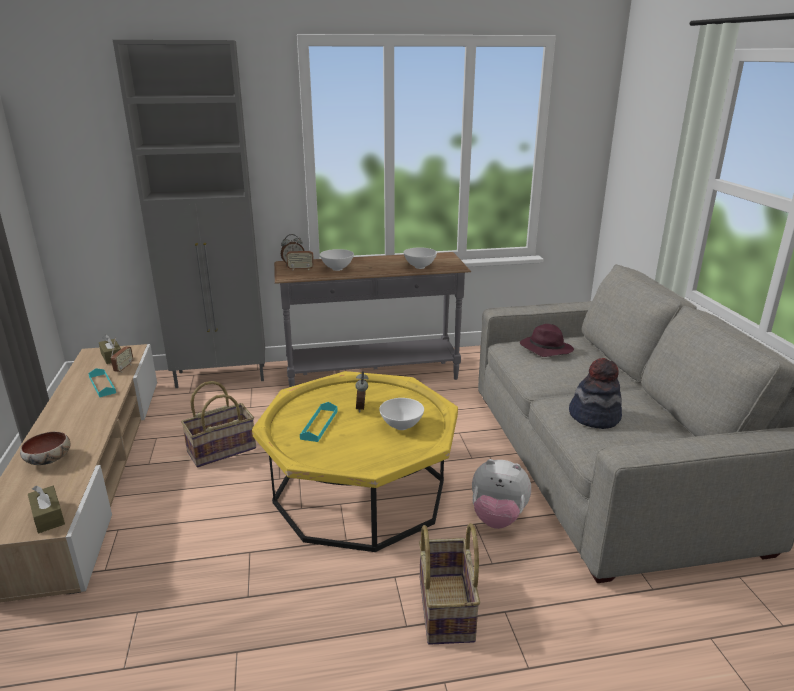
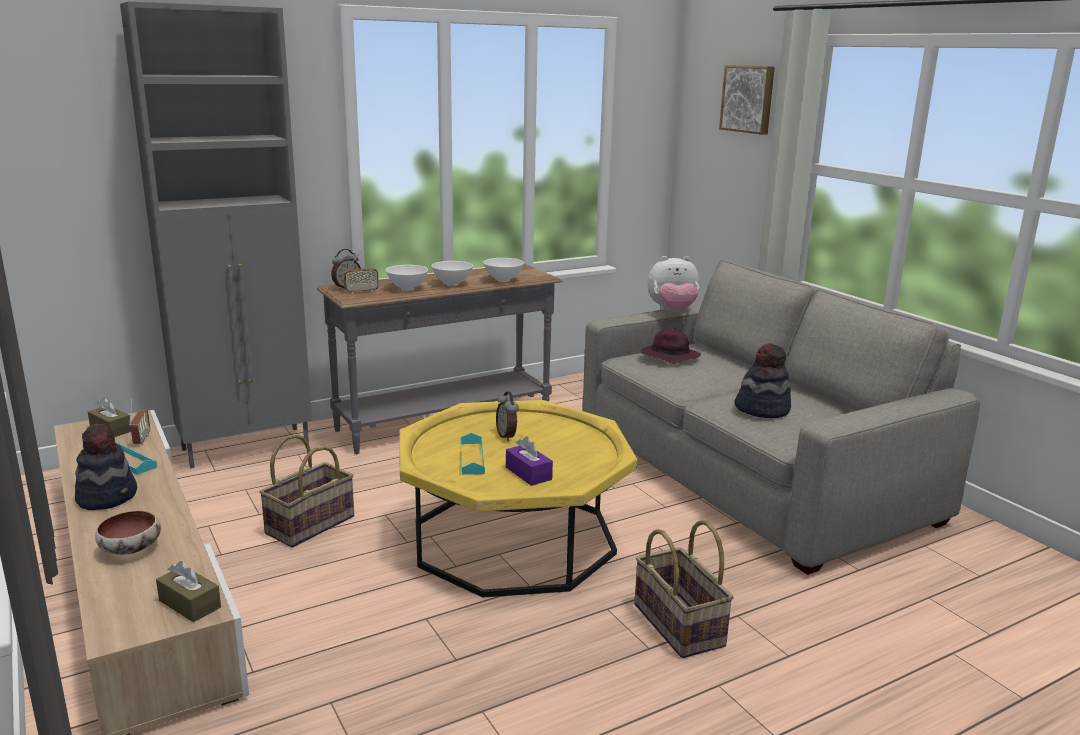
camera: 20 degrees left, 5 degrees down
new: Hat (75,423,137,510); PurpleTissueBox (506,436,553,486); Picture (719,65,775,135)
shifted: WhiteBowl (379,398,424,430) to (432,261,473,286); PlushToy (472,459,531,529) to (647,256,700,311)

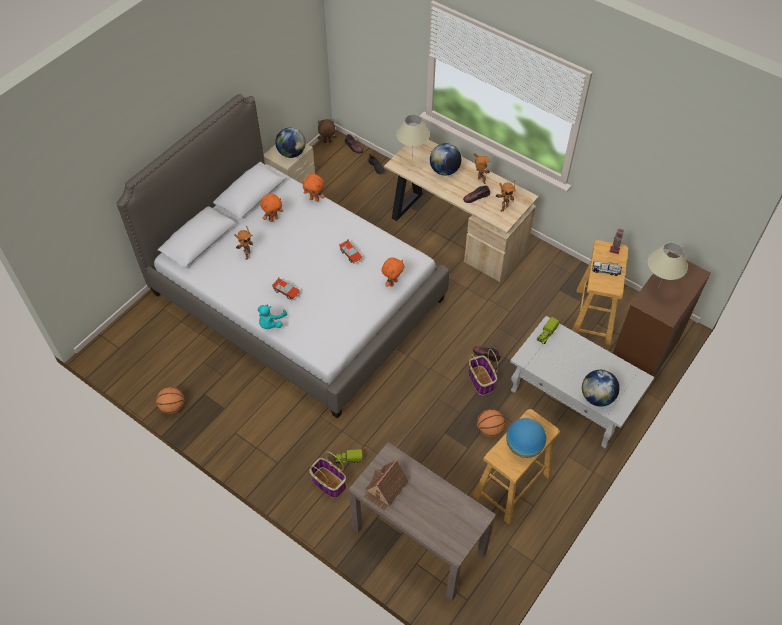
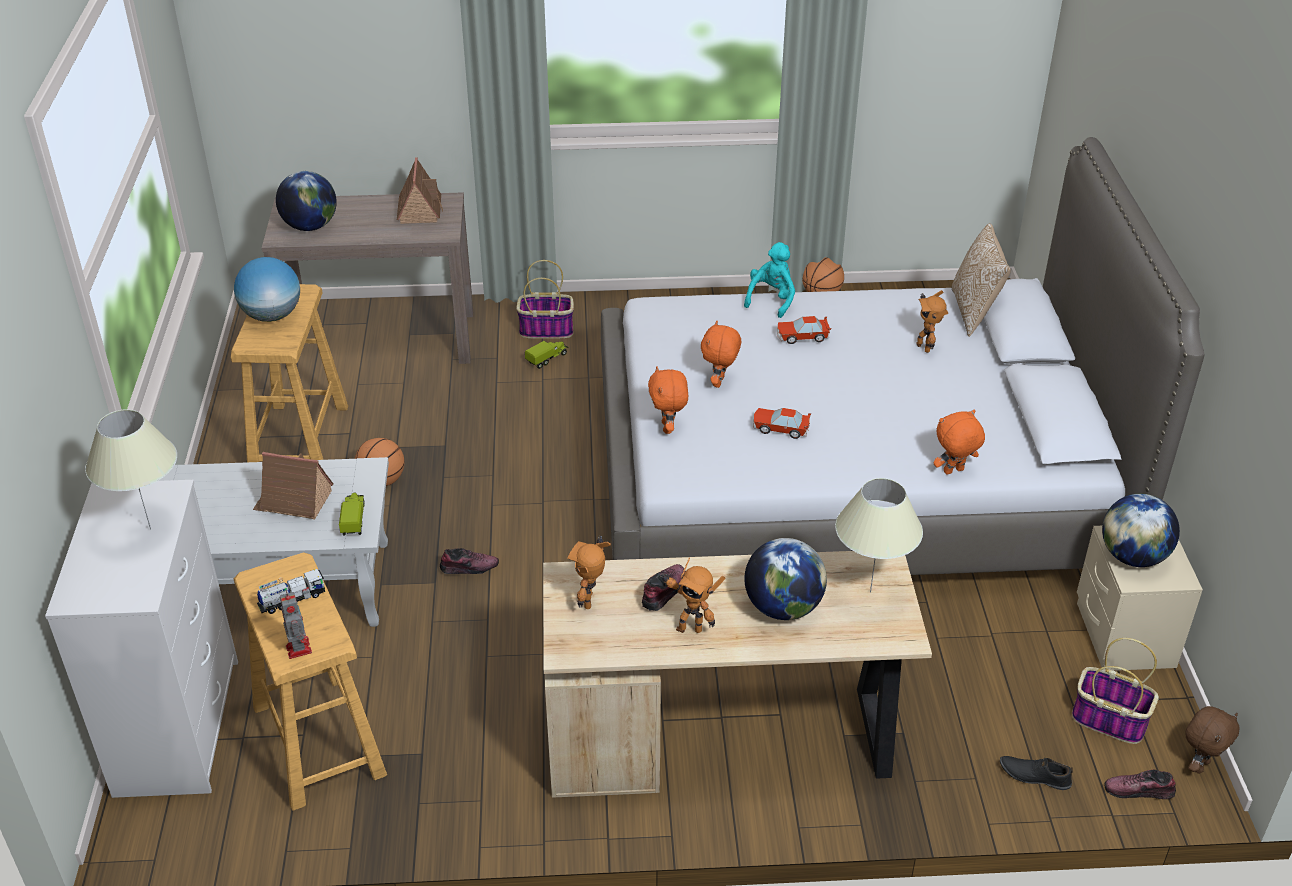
camera: 140 degrees right, 15 degrees down
new: ToyHouse (253,452,334,520); Pillow (952,223,1011,337)
shifted: OrangePlushToy (260,194,283,222) to (701,321,741,388); Basket (468,349,498,396) to (1072,638,1159,744); Globe (582,370,620,406) to (276,171,337,231)
repainted: BrownDresser (613,251,711,377) to WhiteDresser (45,480,238,798)
rotated: TurquoisePlushToy (258,305,287,329) = (744,242,795,318) 45 degrees clockwise

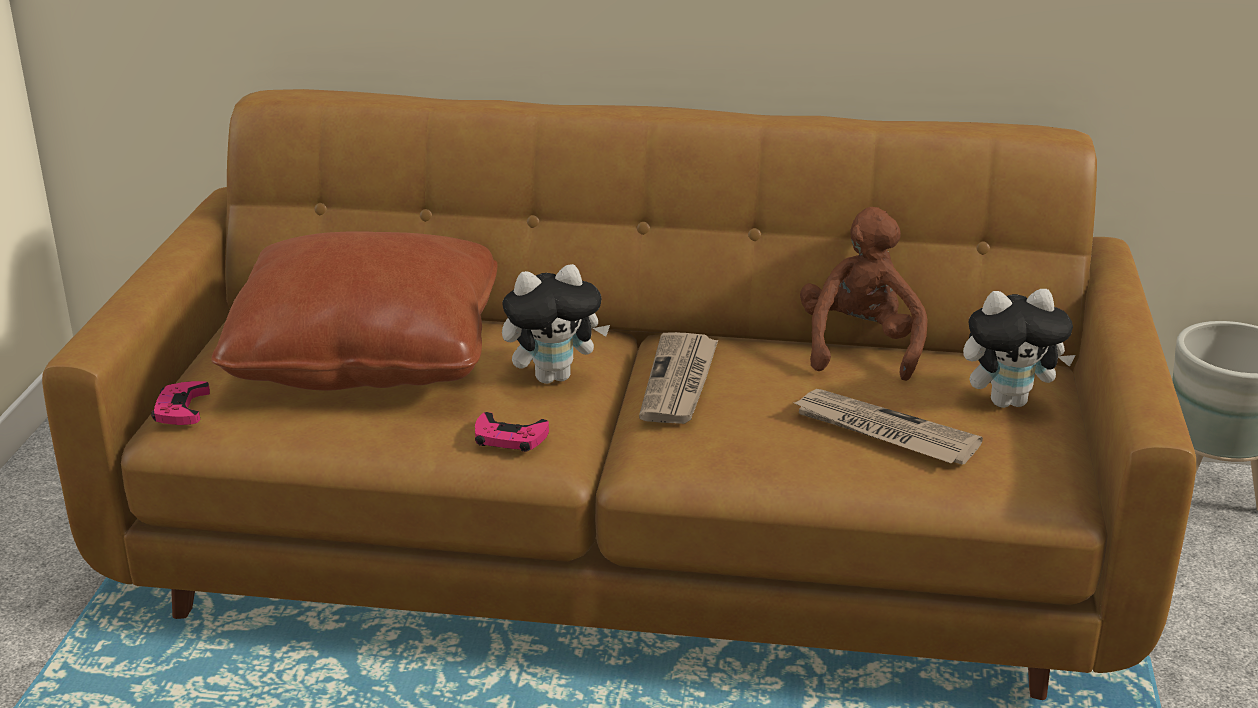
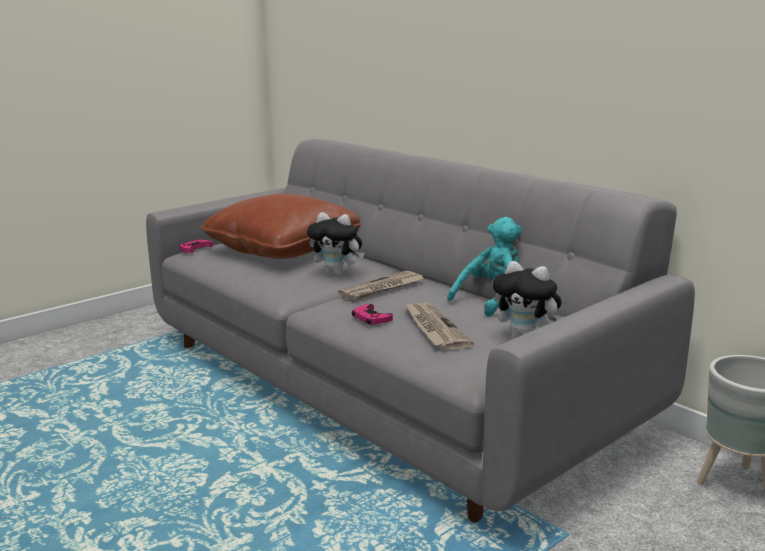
camera: 40 degrees right, 10 degrees down
shifted: PinkGameController (475,412,549,452) to (352,304,393,325)
repainted: BrownSofa (42,89,1196,700) to GreySofa (146,139,695,523); BrownPlushToy (800,207,927,381) to TurquoisePlushToy (447,217,522,317)

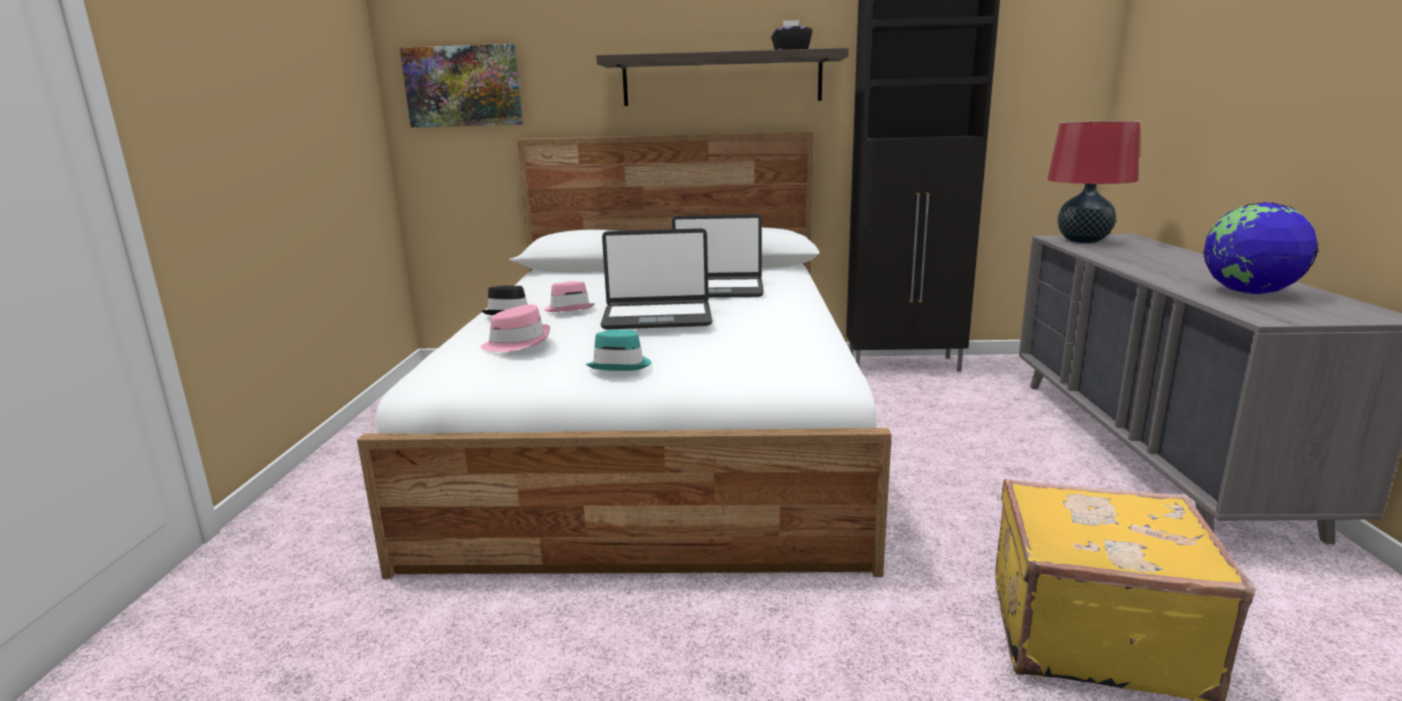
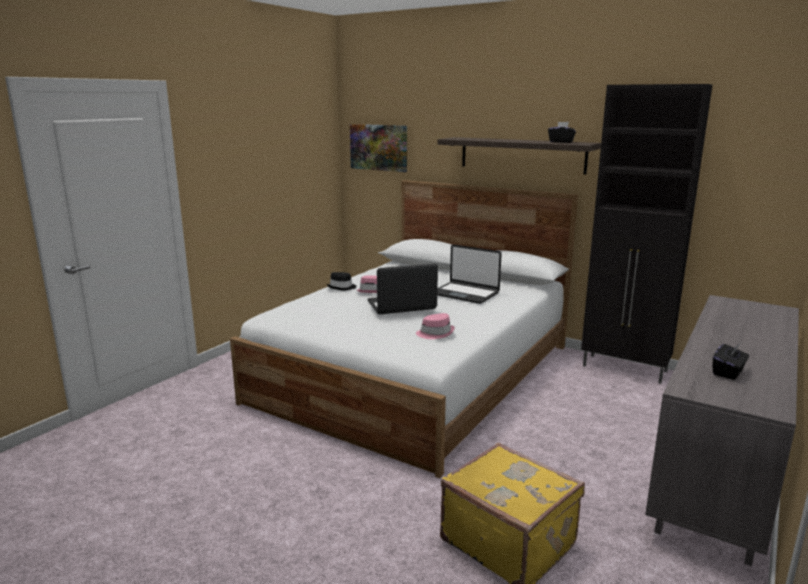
camera: 30 degrees right, 0 degrees up
gone: TurquoiseHat (586,330,652,371); RedTableLamp (1047,121,1140,243)
shifted: PinkHat (481,304,550,352) to (416,313,455,339)
swapped: Globe (1203,202,1318,294) to BlackTissueBox (713,344,749,380)
rotated: Laptop (600,228,712,330) = (367,263,438,314) 135 degrees clockwise

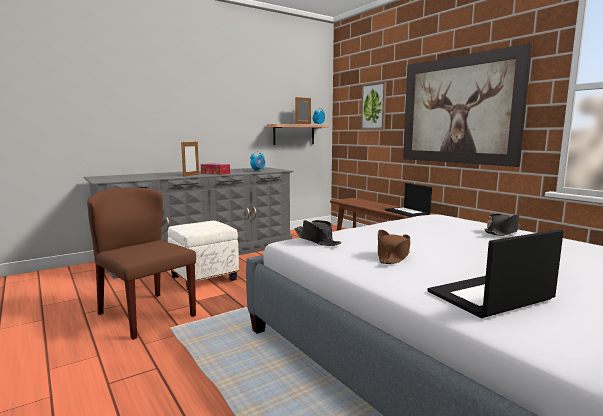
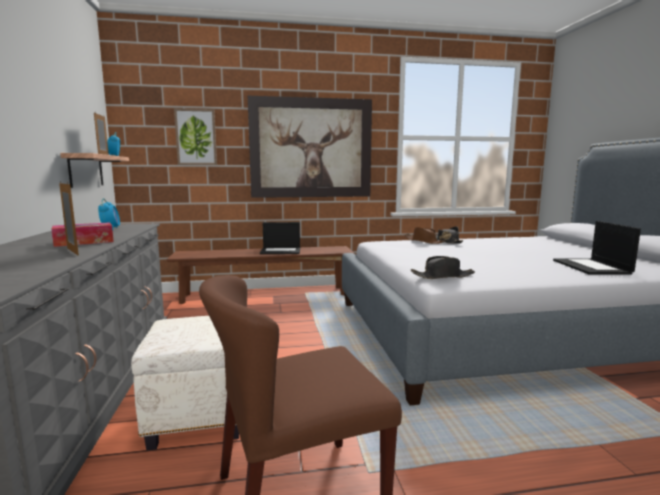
camera: 65 degrees left, 0 degrees up
shifted: BrownHat (378,230,410,264) to (405,227,445,244)

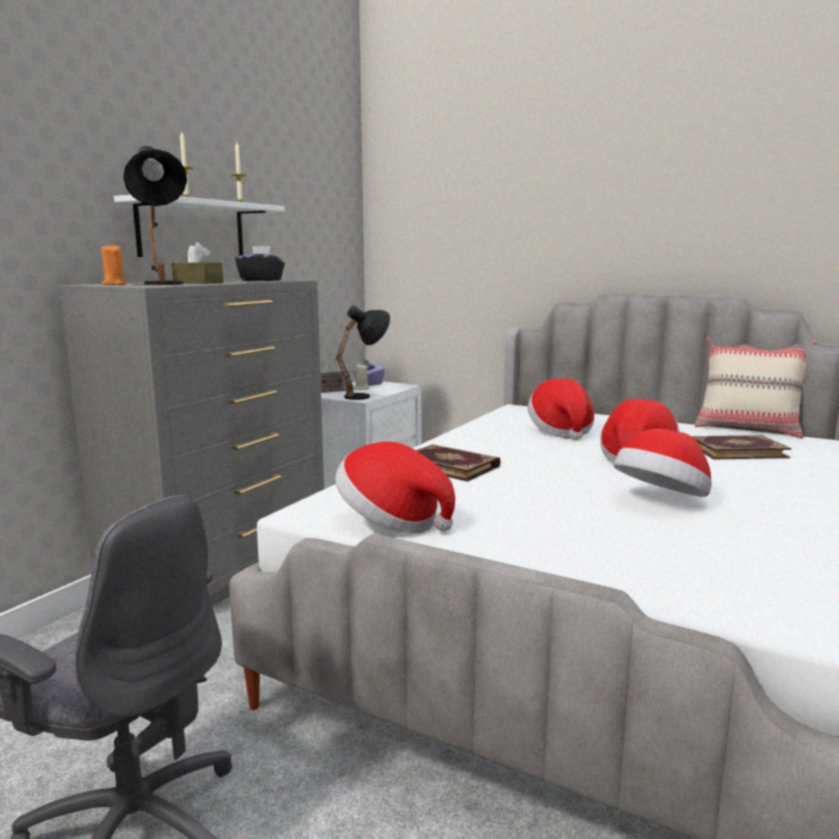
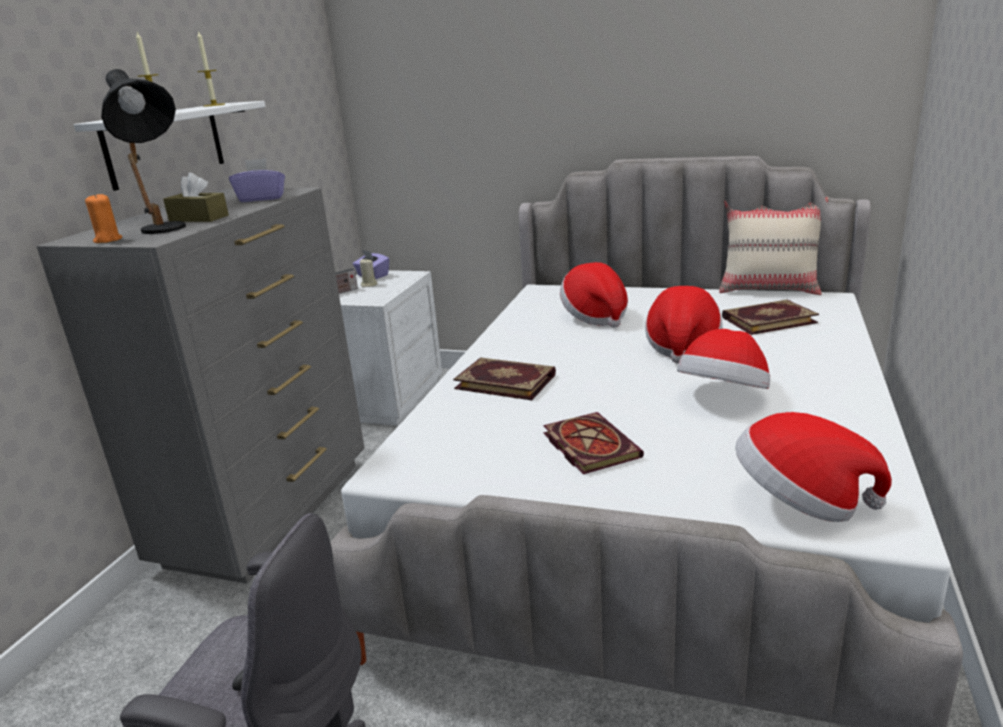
camera: 10 degrees left, 10 degrees up
gone: BlackTableLamp (336,306,390,400)
new: Book (543,412,644,474)
shifted: Hat (335,441,455,534) to (735,412,892,522)
repainted: BlackTissueBox (235,246,285,281) to PurpleTissueBox (229,158,285,202)

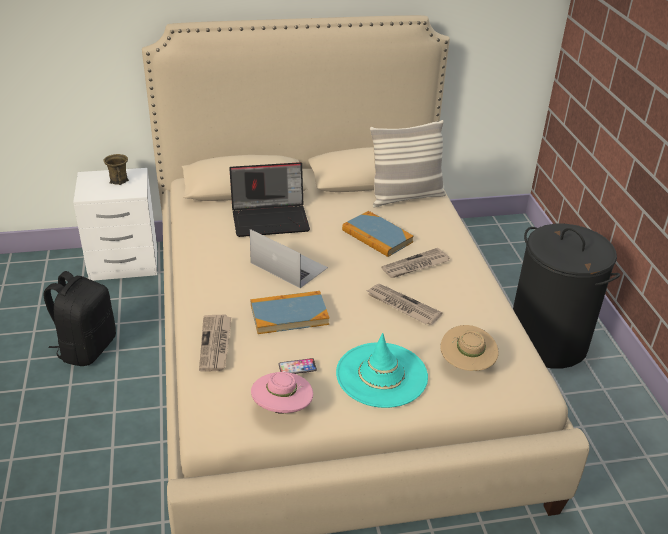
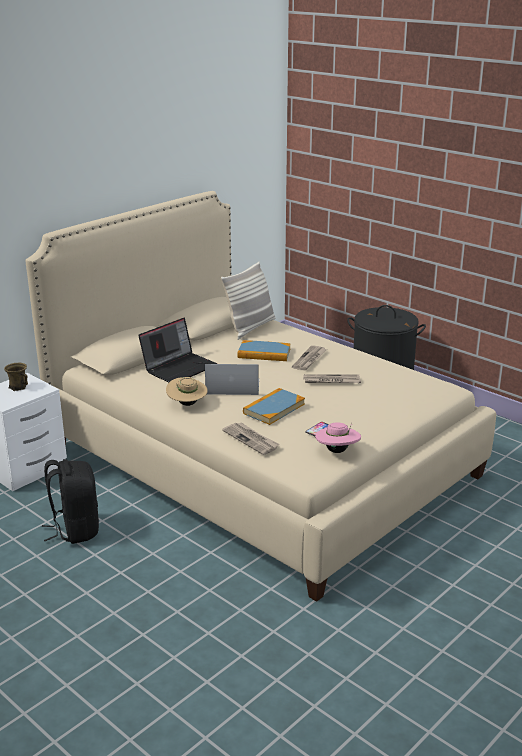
camera: 35 degrees left, 10 degrees down
gone: TurquoiseHat (336,333,428,408)
shifted: BeigeHat (440,325,499,371) to (166,377,208,406)

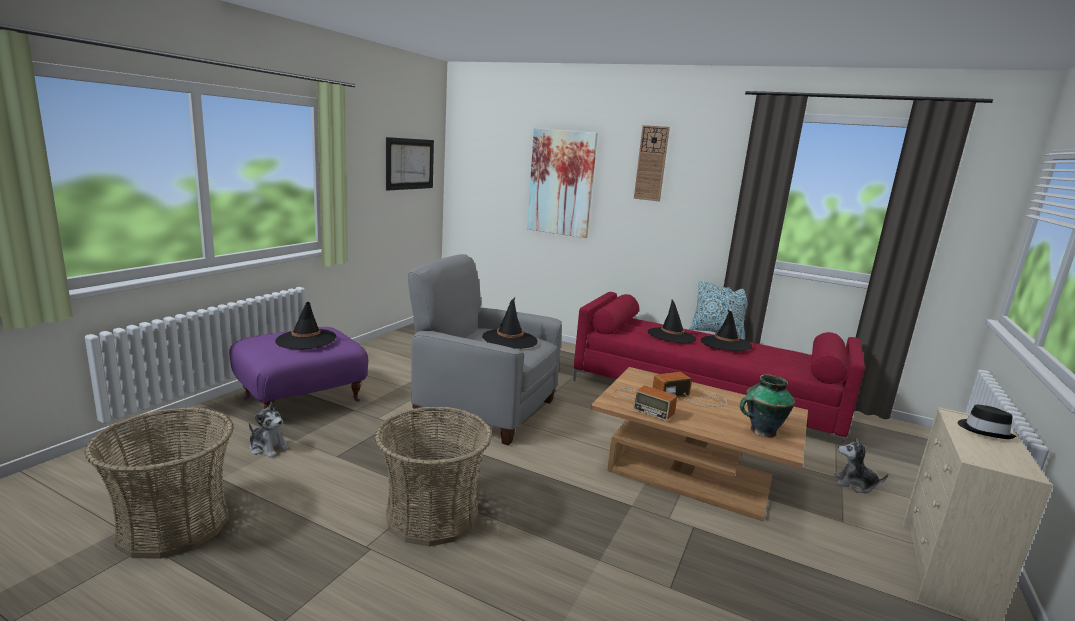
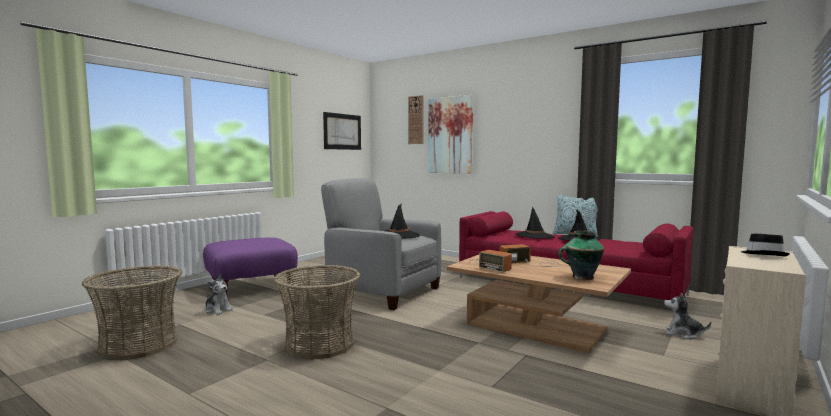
camera: 10 degrees right, 10 degrees down
gone: BlackHat (275,302,337,349)
shifted: WallClock (634,125,670,201) to (408,95,423,144)

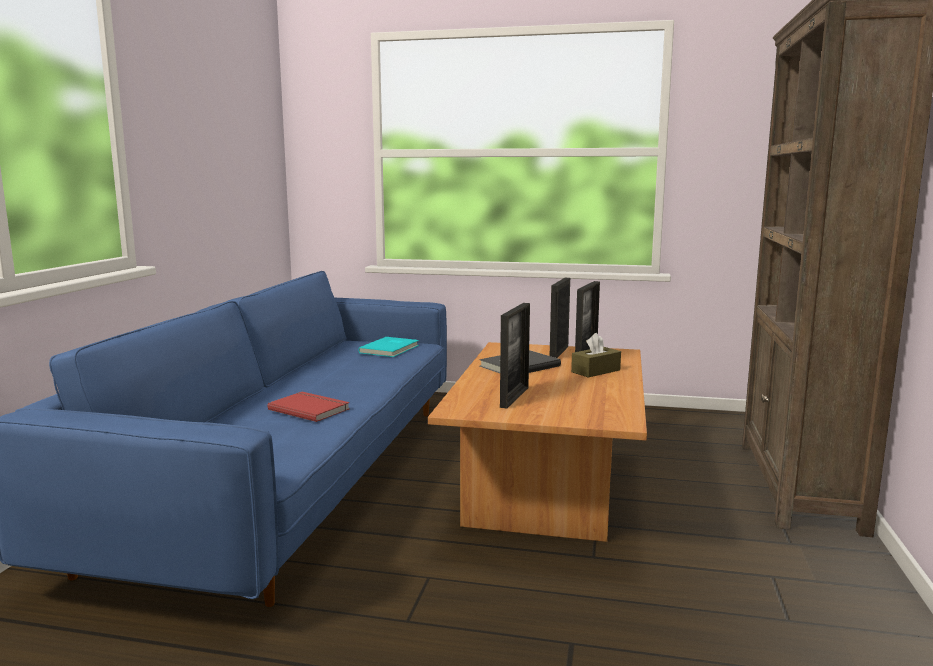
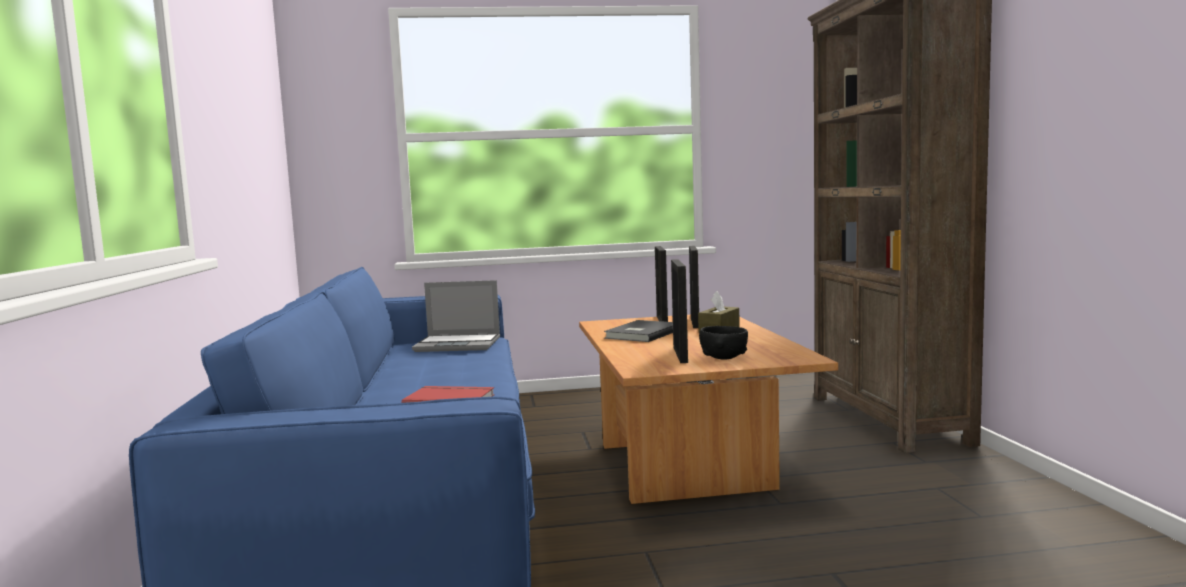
camera: 20 degrees left, 5 degrees down
new: BlackBowl (699,326,748,360)
swapped: TurquoiseBook (358,337,419,357) to Laptop (412,280,500,352)

